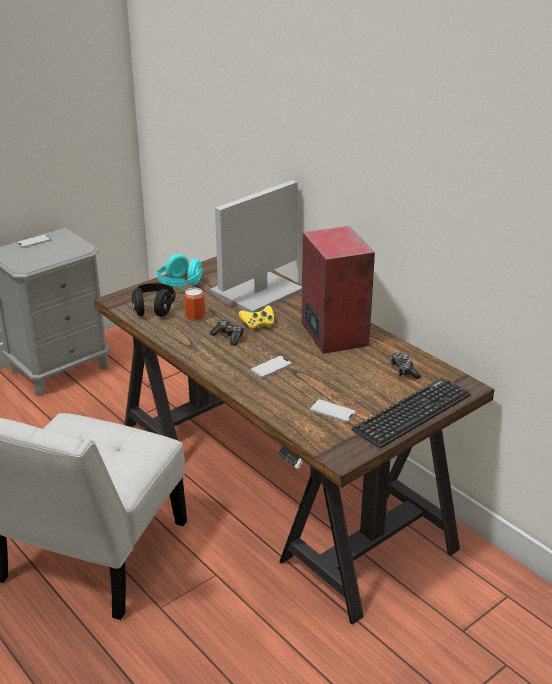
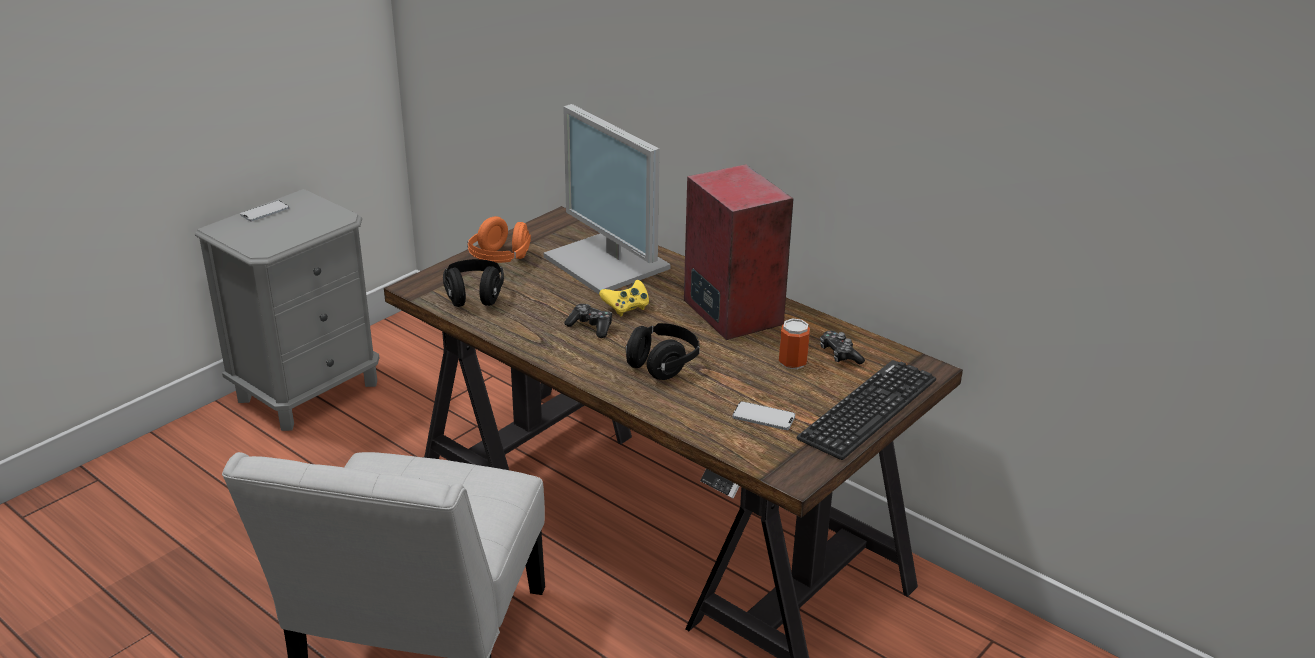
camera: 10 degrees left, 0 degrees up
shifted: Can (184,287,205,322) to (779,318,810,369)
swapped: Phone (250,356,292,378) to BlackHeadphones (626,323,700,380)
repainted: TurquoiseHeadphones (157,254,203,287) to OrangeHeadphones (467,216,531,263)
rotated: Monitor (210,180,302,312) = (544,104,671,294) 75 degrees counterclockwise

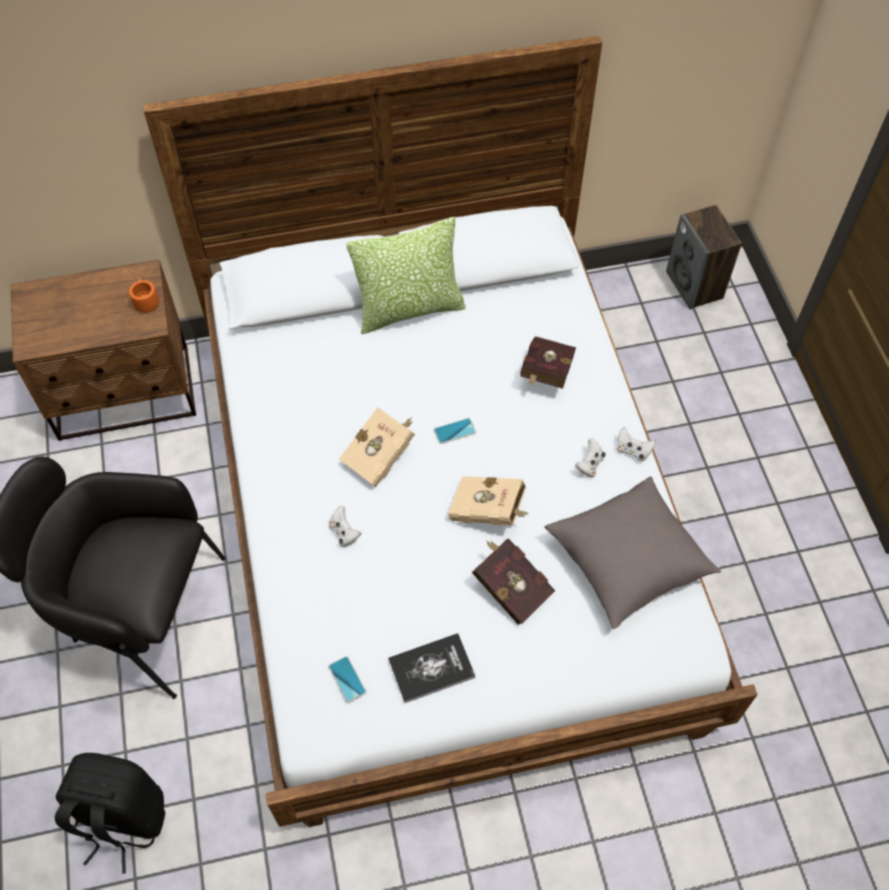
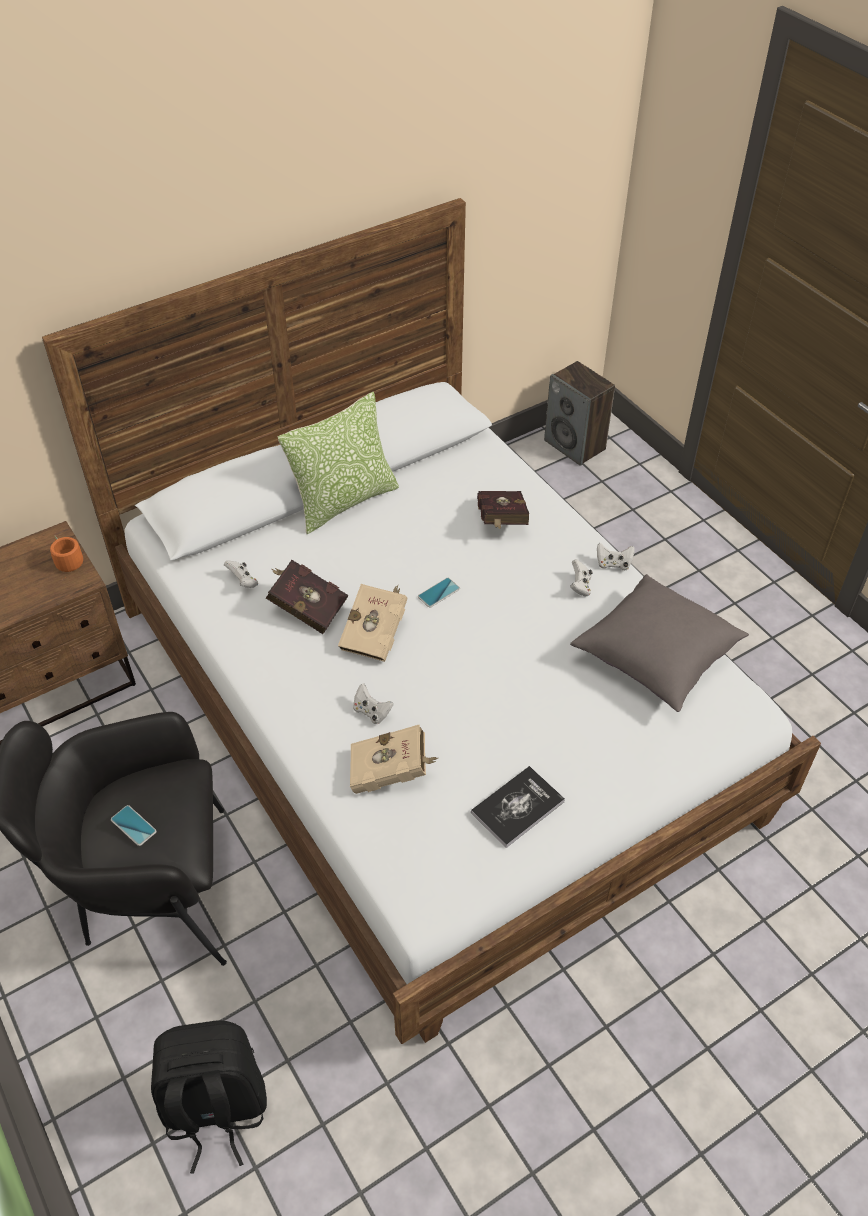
camera: 20 degrees left, 10 degrees down
new: WhiteGameController (224,560,258,588)
shifted: Phone (328,656,367,703) to (111,805,157,846); BeigeBook (448,476,528,526) to (350,725,438,794); RedBook (472,538,555,625) to (266,560,348,634)

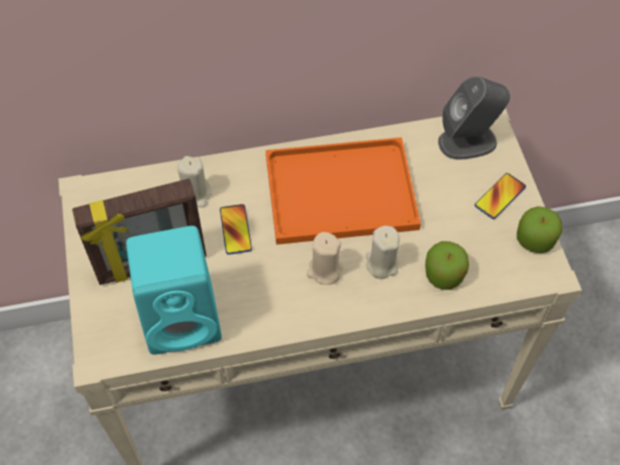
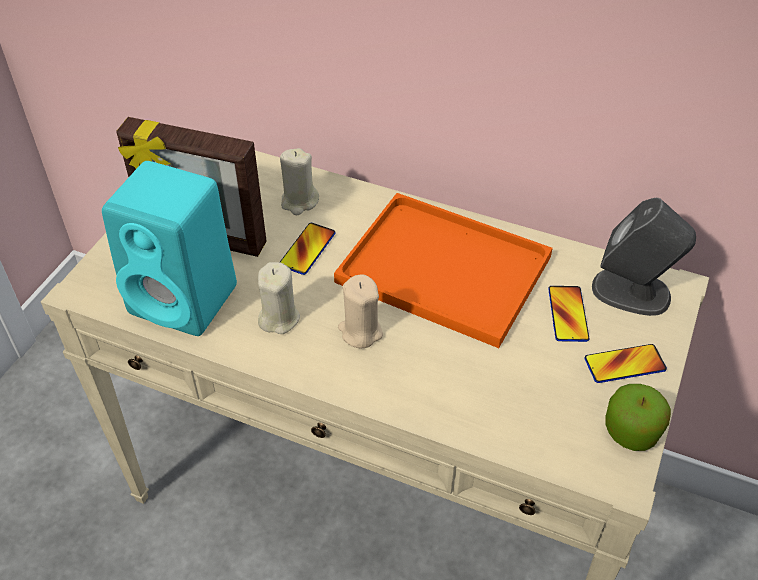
camera: 35 degrees right, 10 degrees down
gone: Apple (425,241,469,290)
new: Phone (548,286,590,342)
shifted: BeigeCandle (366,226,400,279) to (258,262,300,334)

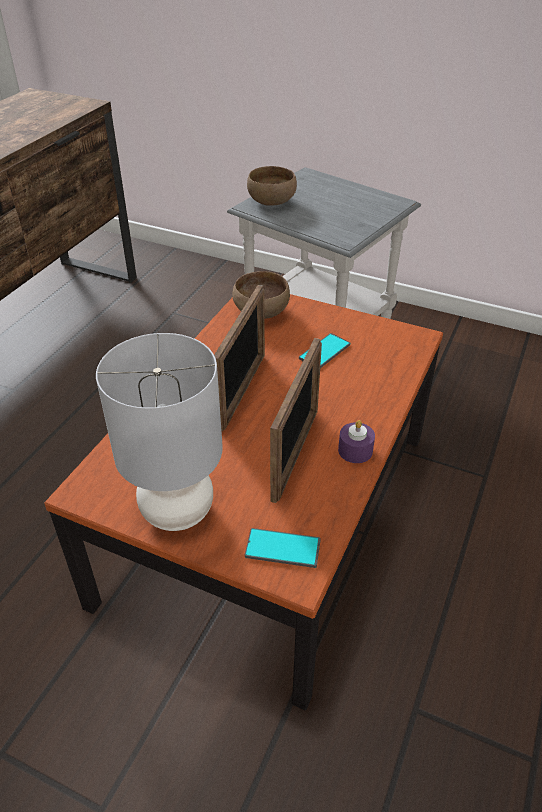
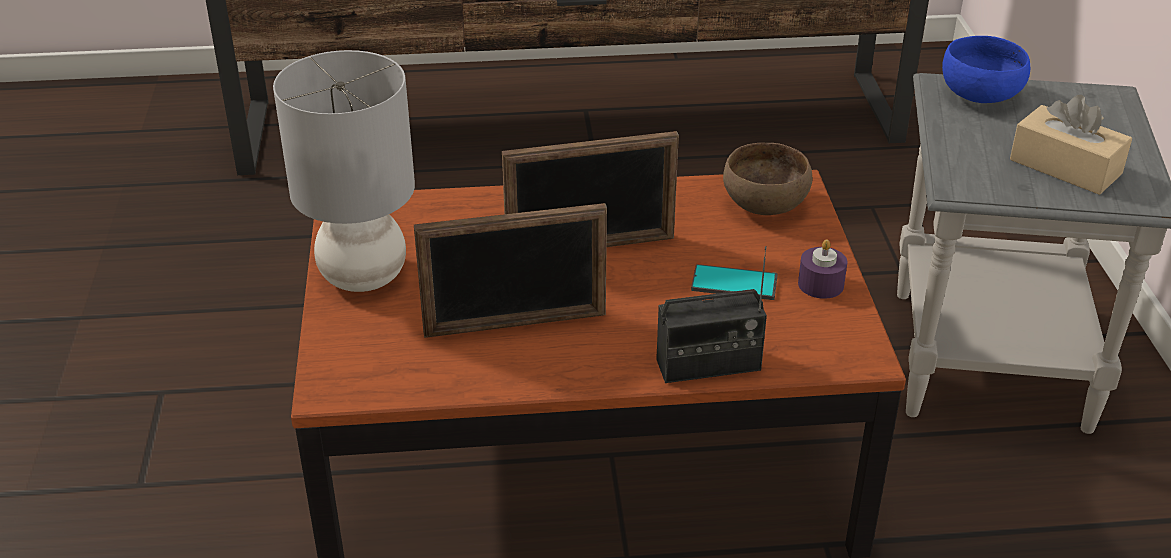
camera: 60 degrees right, 5 degrees down
gone: Phone (245,528,321,568)
new: Radio (656,246,767,383); BeigeTissueBox (1010,95,1132,195)
shifted: PurpleCandle (338,420,375,463) to (798,239,848,299)
repainted: BrownBowl (247,166,297,206) to BlueBowl (942,36,1030,103)

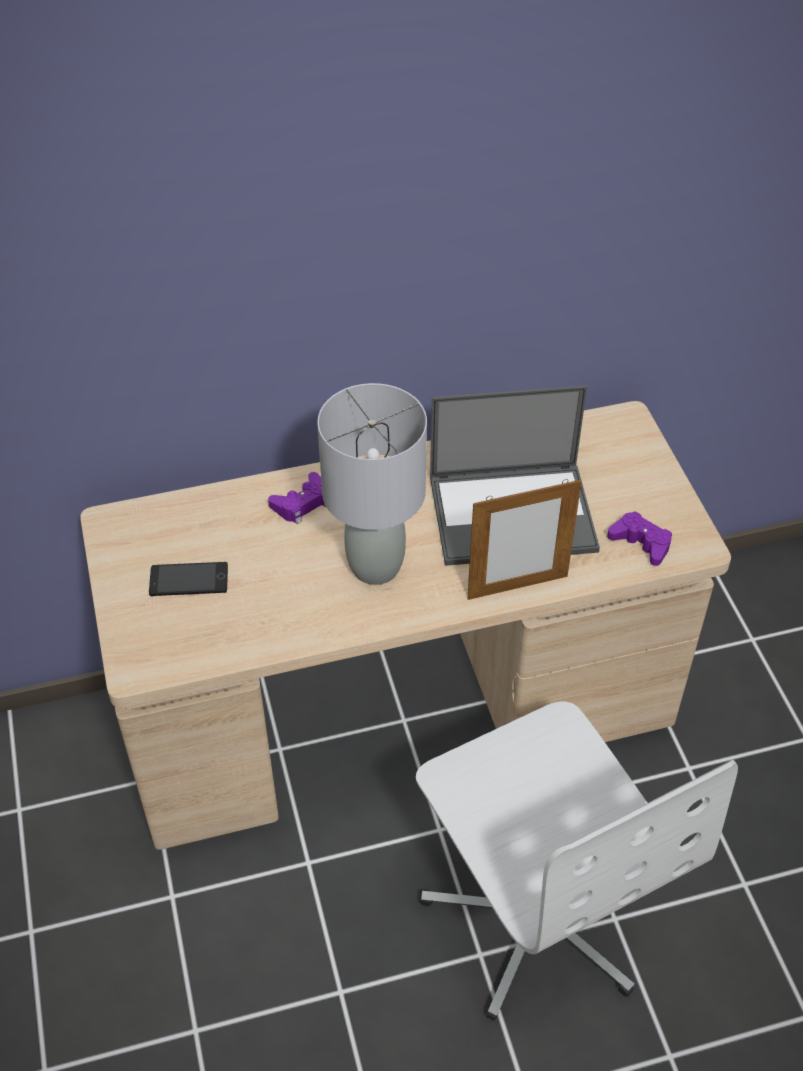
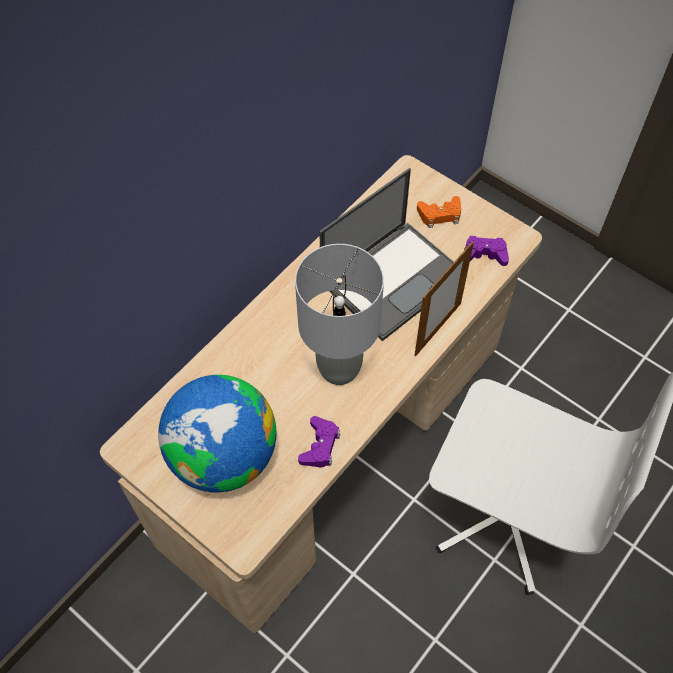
camera: 35 degrees left, 10 degrees up
new: OrangeGameController (417,196,462,228)
shifted: PurpleGameController (268,472,326,524) to (298,416,340,467)
swapped: Phone (149,562,228,596) to Globe (158,375,277,493)

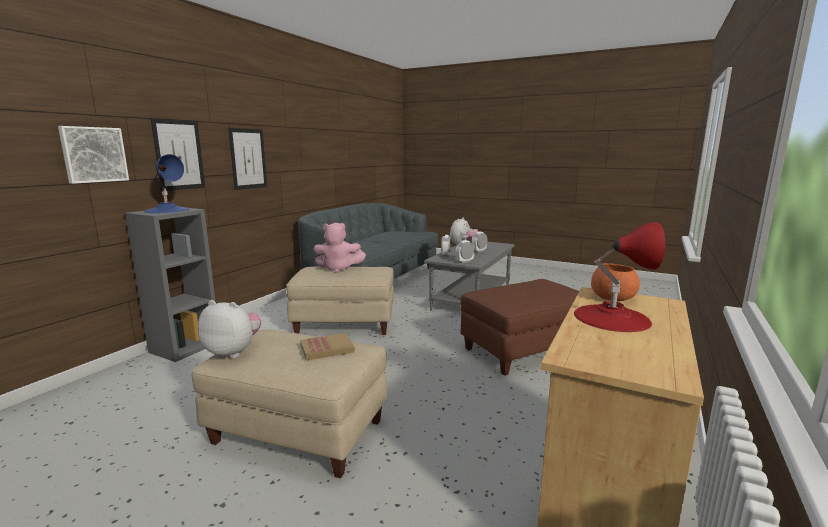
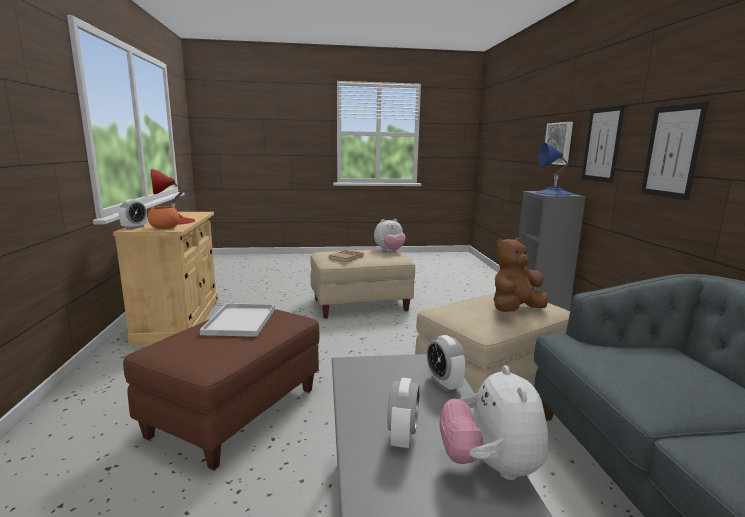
camera: 145 degrees right, 0 degrees up
new: WhiteTray (200,303,275,337)
shifted: AlarmClock (455,240,475,263) to (119,199,147,229)
repainted: PinkPlushToy (313,223,366,273) to BrownPlushToy (493,238,548,312)

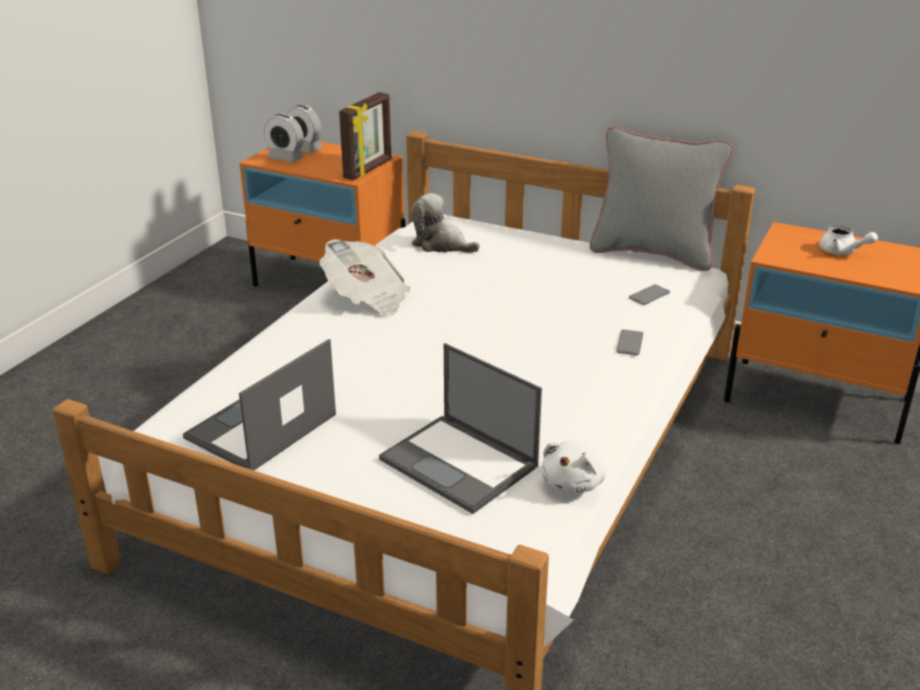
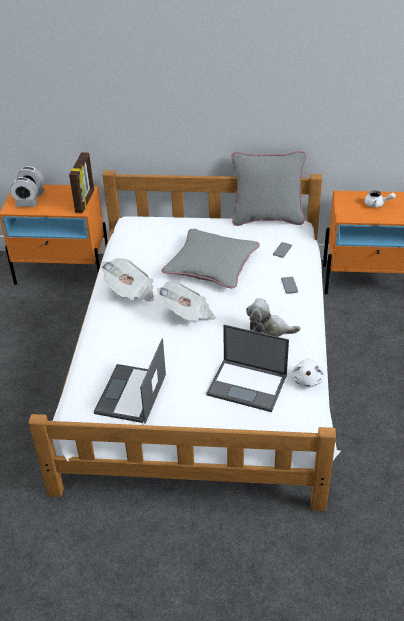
camera: 20 degrees left, 10 degrees up
new: Newspaper (157,282,215,322); GreyPillow (162,229,260,288)
shifted: PlushToy (410,193,480,253) to (246,298,301,337)

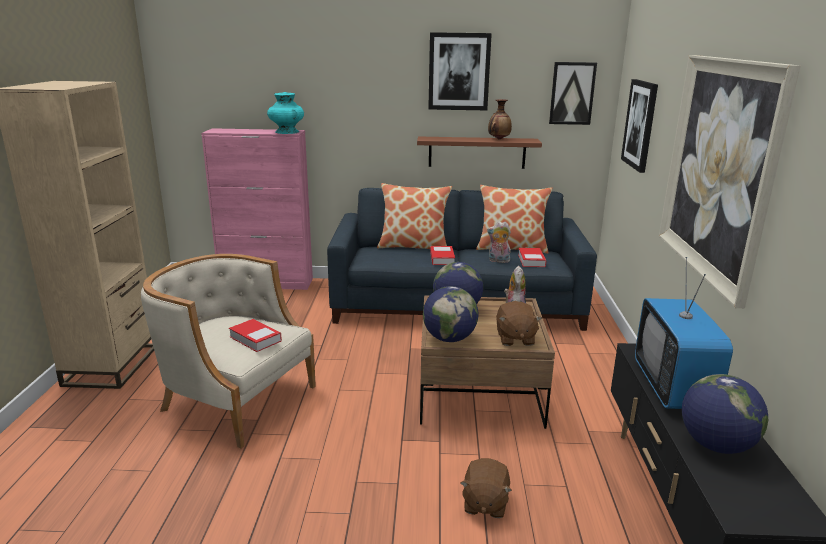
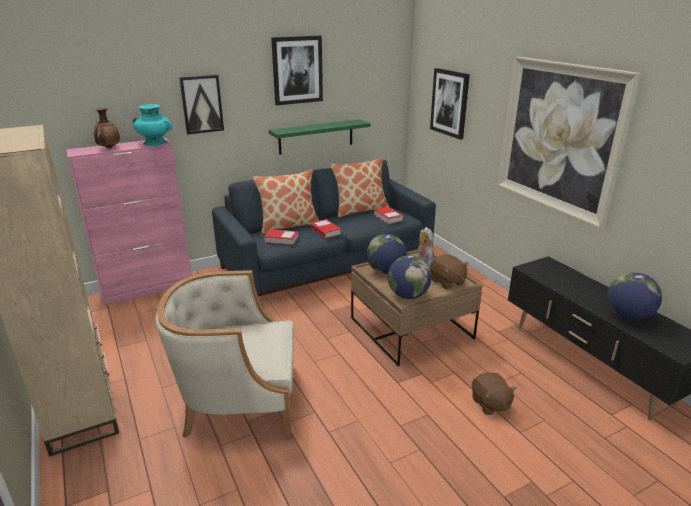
camera: 30 degrees left, 5 degrees up
gone: PlushToy (487,222,511,263); Television (635,257,733,409)
shifted: Book (229,319,282,352) to (264,229,298,245); Vase (488,100,512,140) to (94,108,120,148); Picture (549,62,597,125) to (179,75,224,134)
repainted: BrownShelf (417,137,542,169) to GreenShelf (269,119,370,155)

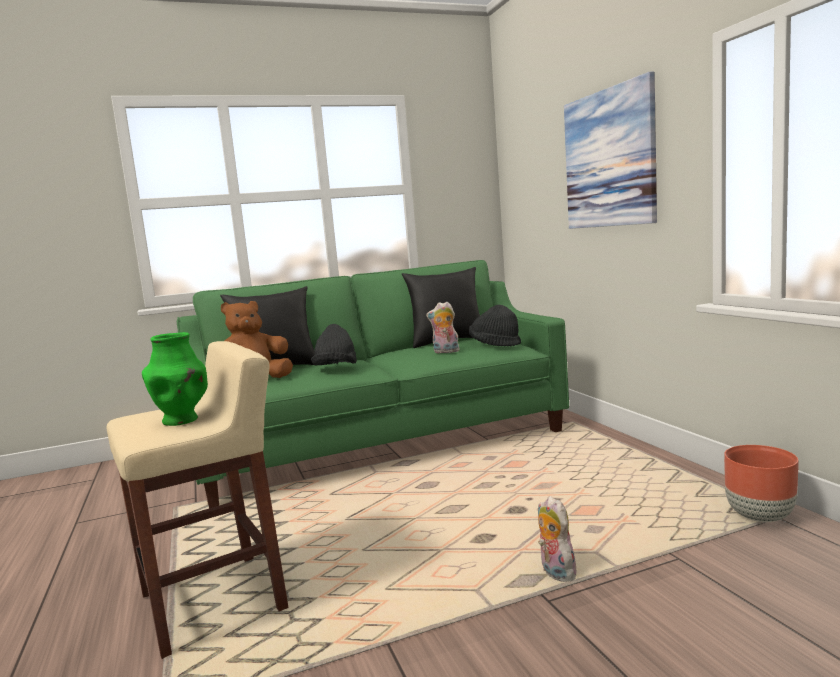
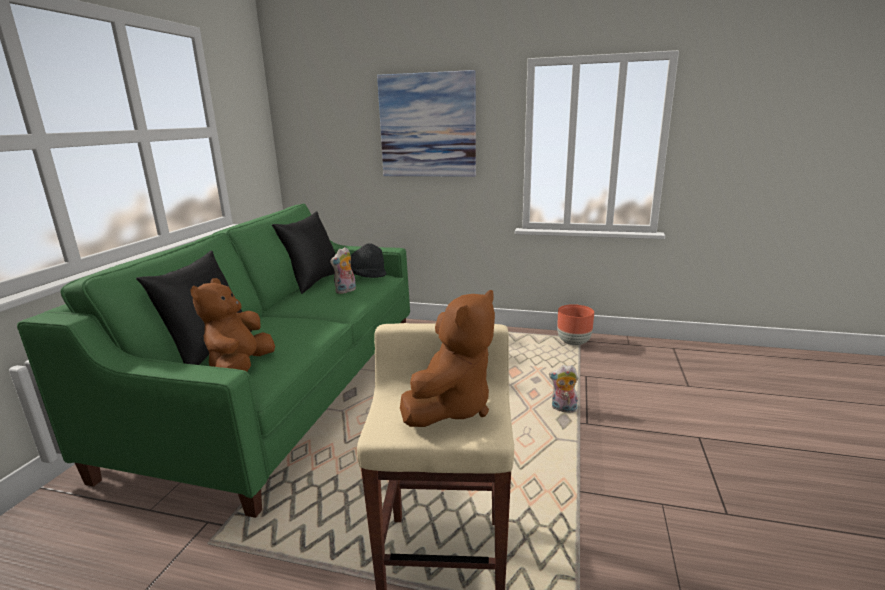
camera: 55 degrees left, 10 degrees up
gone: BlackHat (311,324,357,365)
swapped: GreenVase (142,332,208,426) to BrownPlushToy (400,290,495,427)

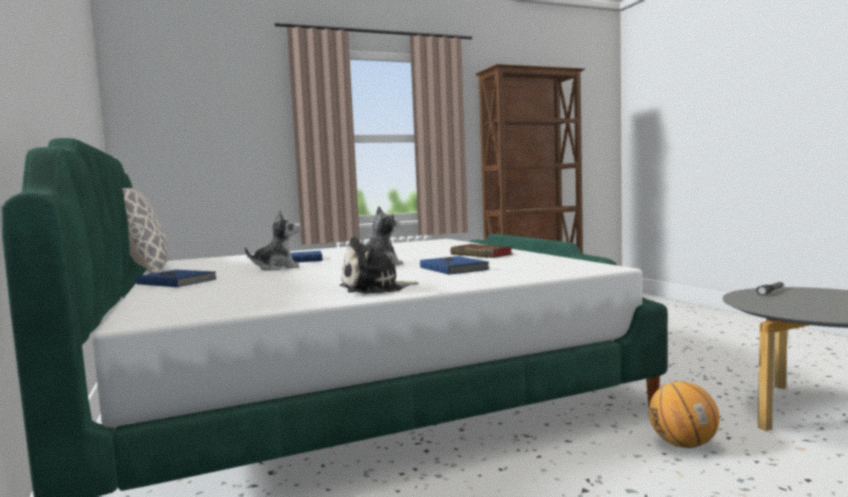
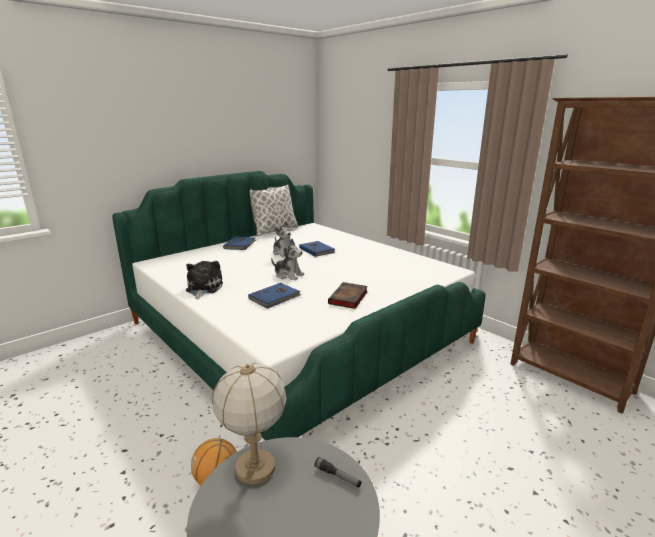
camera: 70 degrees right, 15 degrees up
new: TableLamp (212,362,286,484)
rotated: PlushToy (340,236,418,294) = (186,261,223,299) 45 degrees clockwise

